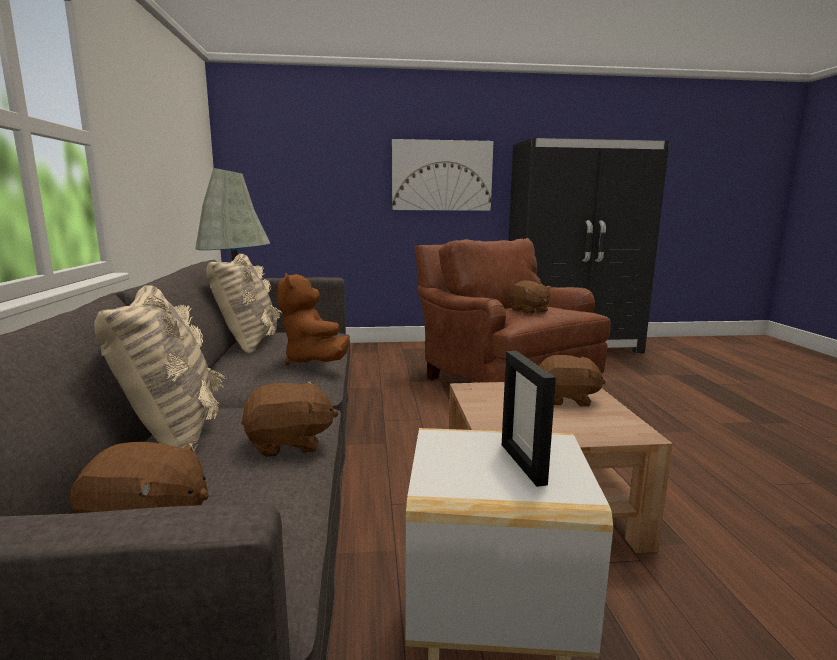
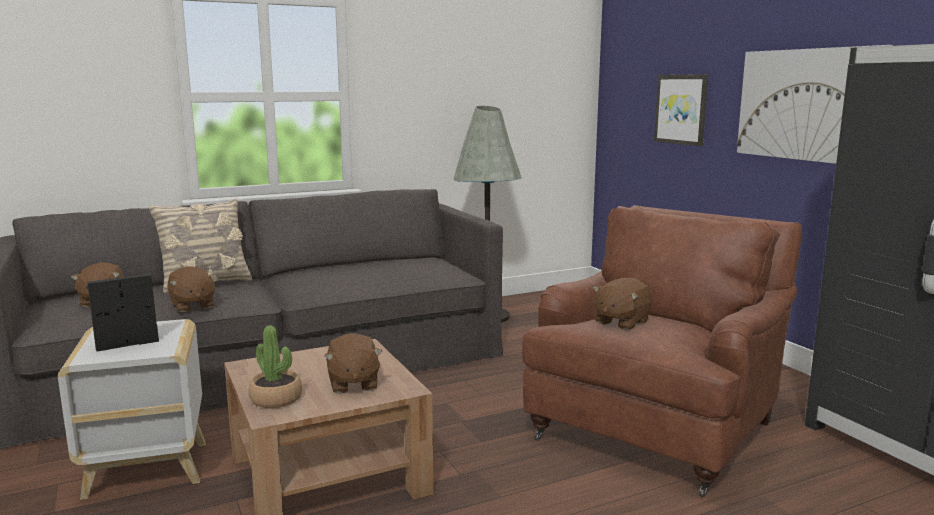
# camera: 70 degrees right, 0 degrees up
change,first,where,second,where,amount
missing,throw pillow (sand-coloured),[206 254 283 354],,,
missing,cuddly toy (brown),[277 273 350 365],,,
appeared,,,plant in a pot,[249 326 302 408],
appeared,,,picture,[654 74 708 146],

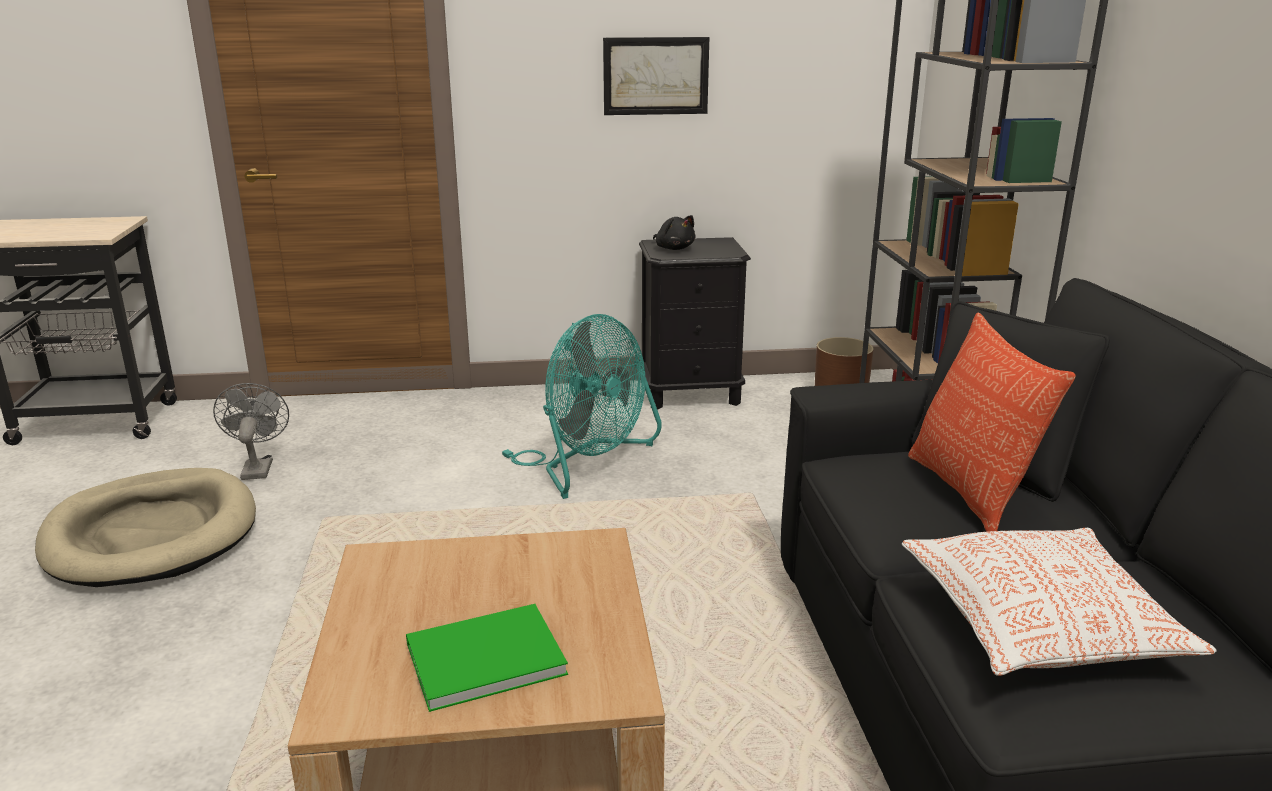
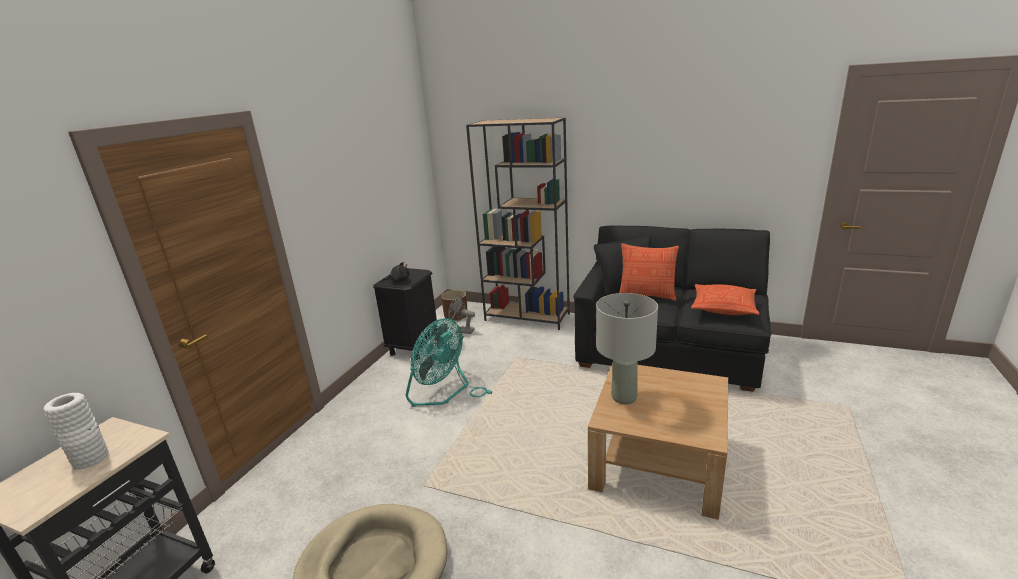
# camera: 60 degrees left, 0 degrees up
change,first,where,second,where,amount
relocated,electric fan (greyish),[213 383 289 480],,[448 296 475 334],
missing,book (green-coloured),[406 604 568 712],,,
spun,electric fan (turquoise-coloured),[502 314 662 499],,[406 318 492 407],120 degrees counterclockwise
missing,picture,[603 37 709 115],,,
colour,throw pillow (whitish),[902 528 1217 676],throw pillow (orange),[691 284 760 315],
appeared,,,vase (whitish),[43 393 109 470],
appeared,,,tabletop lamp (greyish),[596 293 658 404],

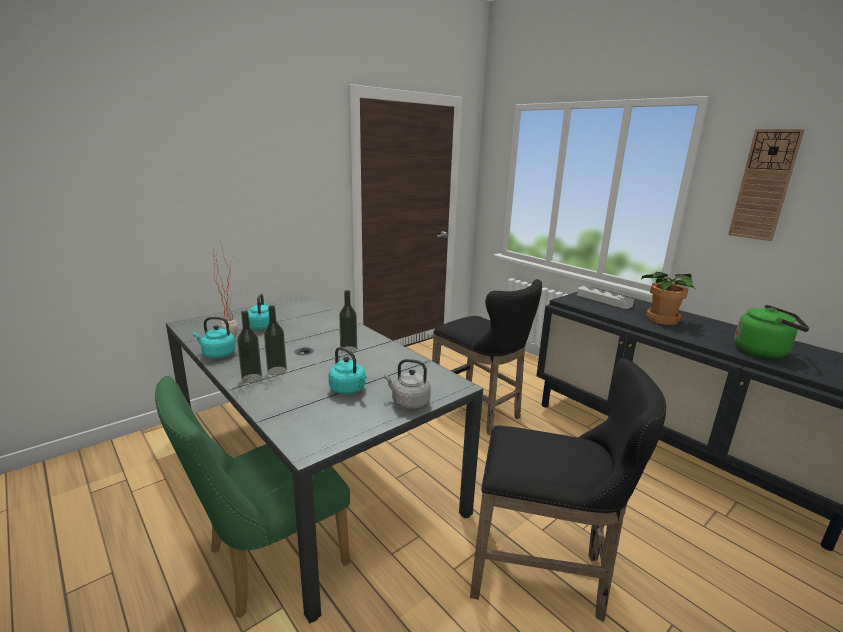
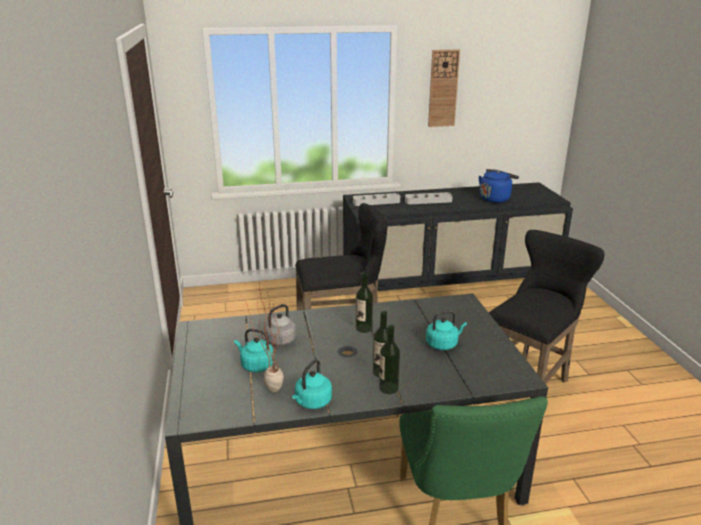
# camera: 60 degrees left, 5 degrees up
change,first,where,second,where,amount
relocated,water kettle (greyish),[384 359 431 409],,[259 304 297 346],
exchanged,plant in a pot,[641 272 695 325],tray (greyish),[405 192 453 204],
colour,water kettle (green-coloured),[734 305 809 358],water kettle (blue-coloured),[479 169 519 203],

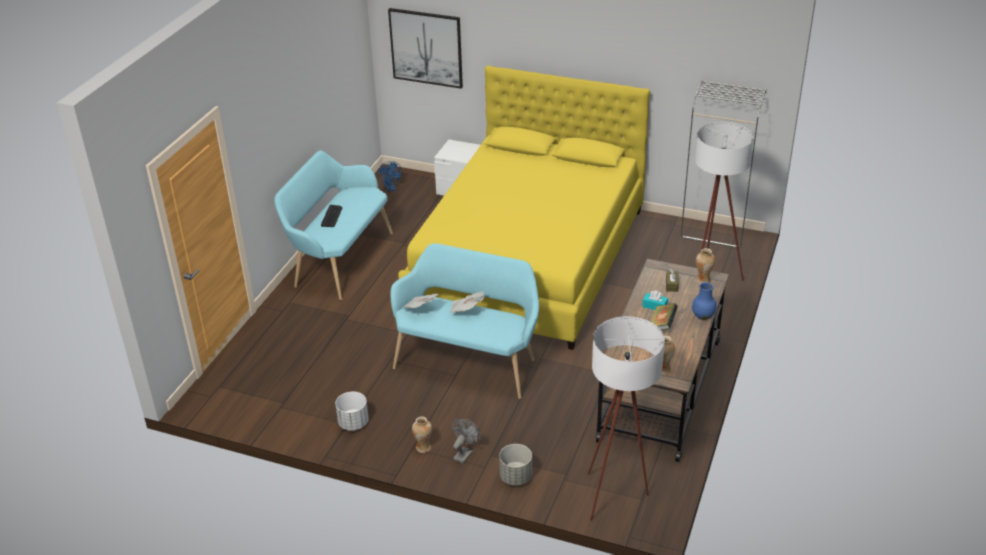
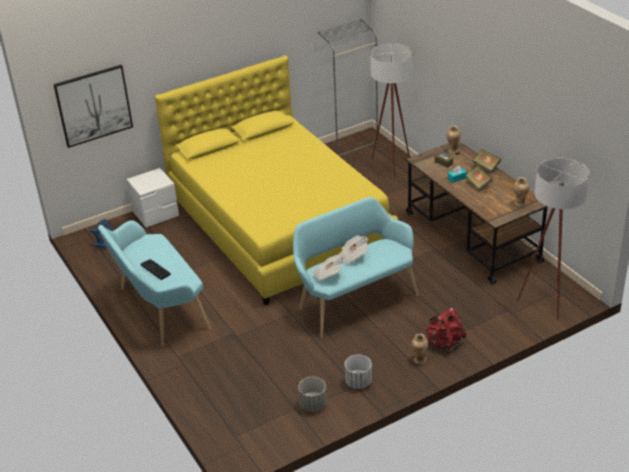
# camera: 50 degrees left, 0 degrees up
change,first,where,second,where,amount
exchanged,electric fan (greyish),[452 419 482 464],rucksack (reddish),[426 308 467 353],
relocated,plant pot (greyish),[499 444 532 486],,[298 377 327 412],
exchanged,vase (blue-coloured),[692 282 716 320],book,[473 149 501 173],

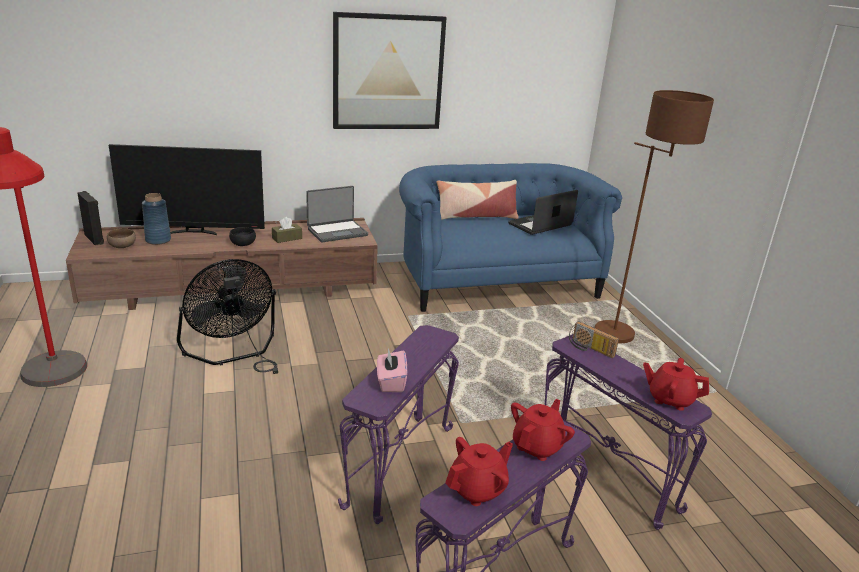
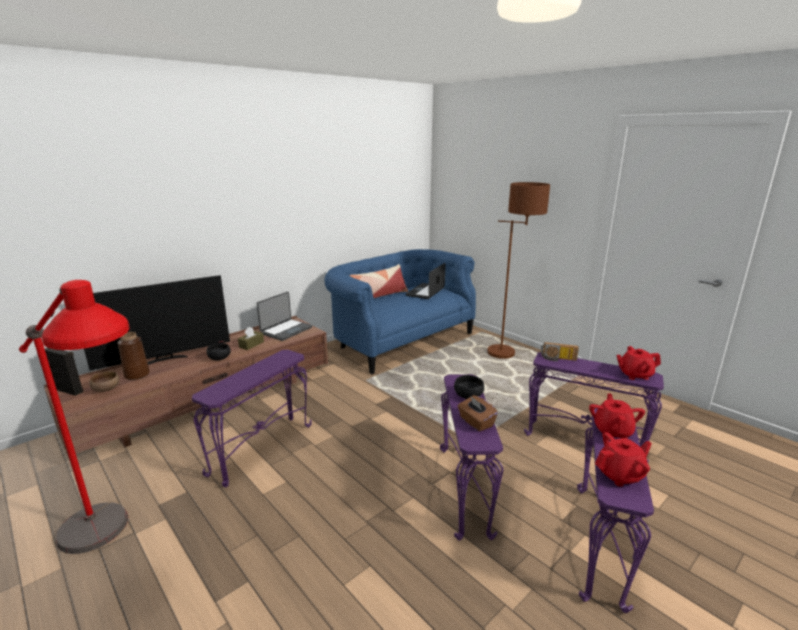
# camera: 25 degrees left, 5 degrees down
change,first,where,second,where,amount
colour,vase (blue-coloured),[142 193 171 245],vase (brown),[118 332 150 380],
exchanged,electric fan (black-coloured),[177 259 278 374],side table (purplish),[192 350 312 488],
missing,picture,[333 12 447 129],,,
colour,box of tissues (pink),[377 348 407 392],box of tissues (brown),[458 395 498 432],
spun,teapot (reddish),[445 437 513 506],,[595 432 652 487],45 degrees clockwise
appeared,,,deep dish (black-coloured),[454 375 484 399],

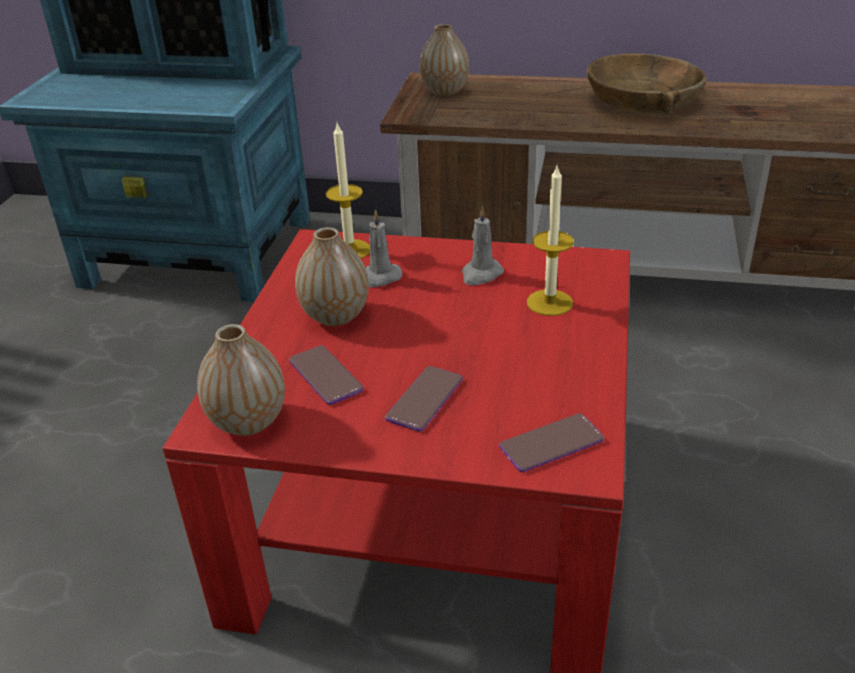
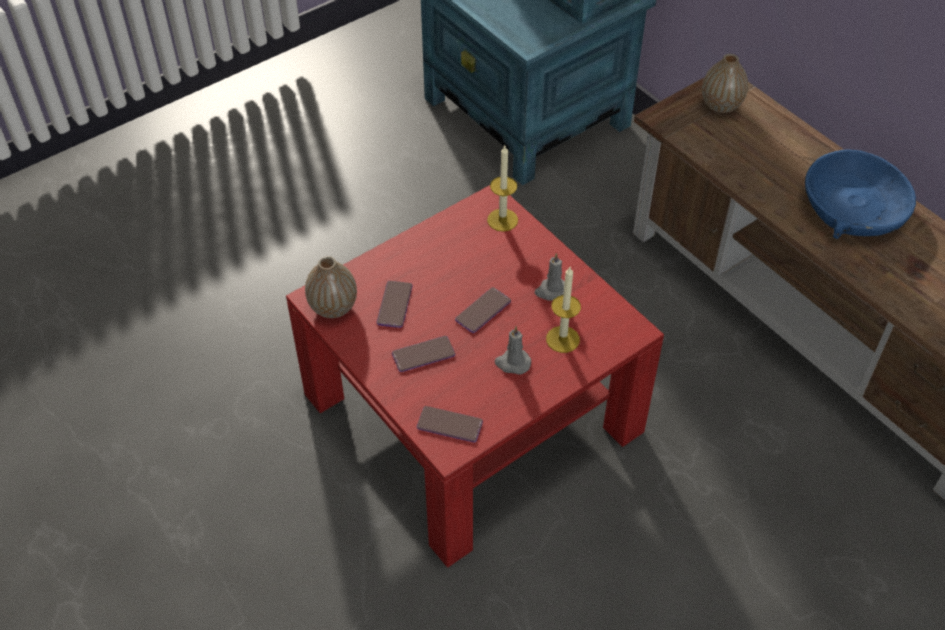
# camera: 40 degrees right, 15 degrees up
change,first,where,second,where,amount
missing,vase,[295 227 369 326],,,
relocated,wax candle (greyish),[365 209 402 288],,[495 326 531 375],
colour,deep dish (brown),[587 54 707 114],deep dish (blue-coloured),[805 150 916 239],
appeared,,,telephone,[455 287 511 333],

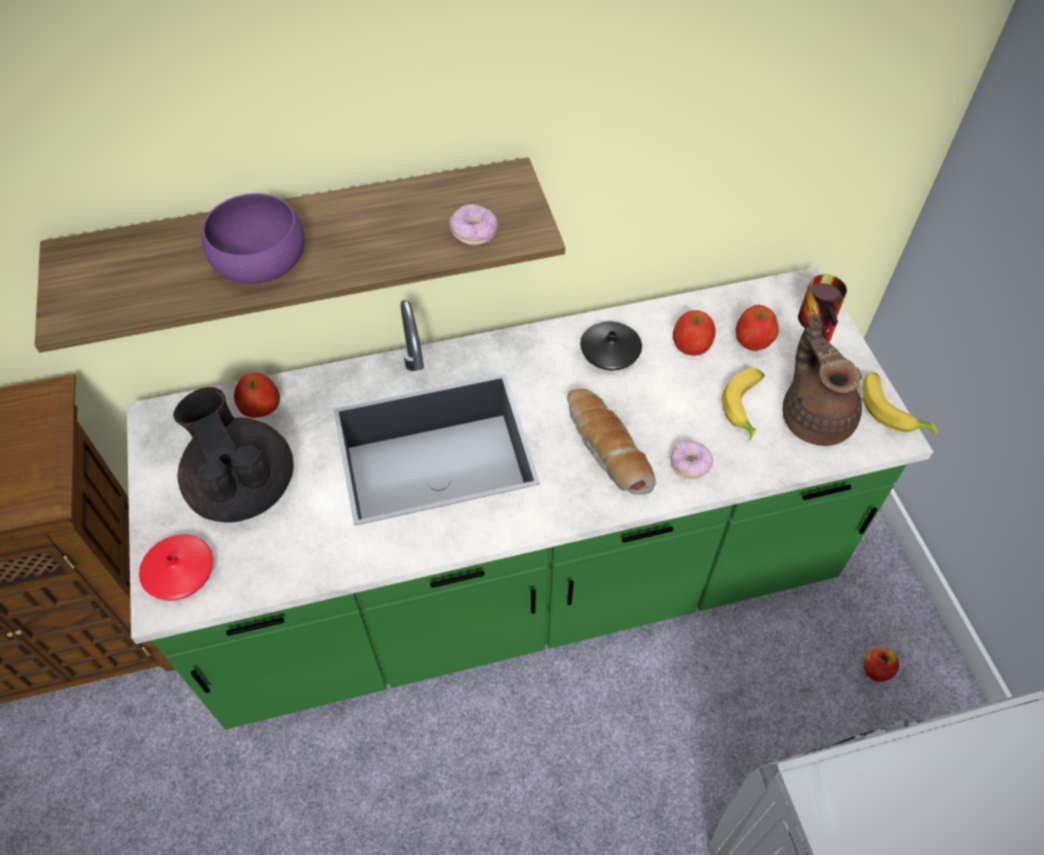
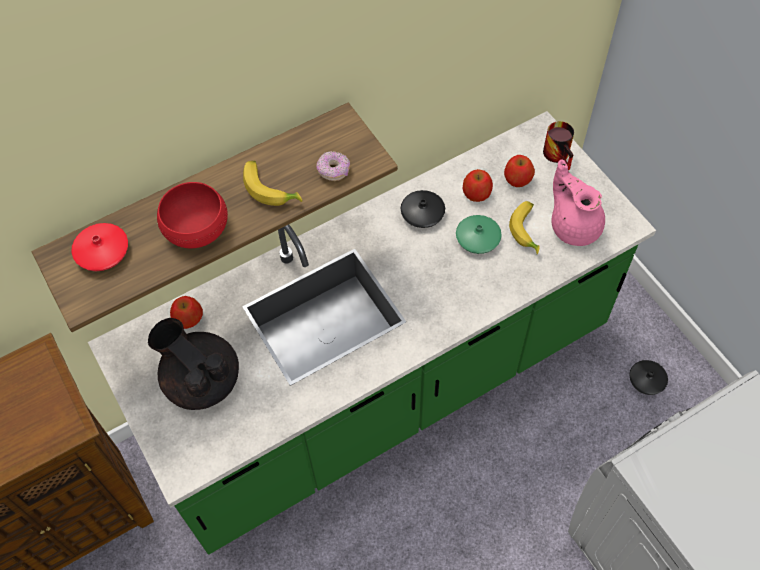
# camera: 15 degrees left, 5 degrees up
change,first,where,second,where,amount
relocated,vase (reddish),[139 534 213 601],,[71 223 128 271],
colour,deep dish (purplish),[202 193 305 284],deep dish (reddish),[157 182 228 248],
missing,bakery bread,[567 389 656 495],,,
missing,doughnut,[671 440 713 479],,,
colour,teapot (brown),[782 314 862 446],teapot (pink),[551 159 605 246],
relocated,whole banana,[862 372 938 435],,[243 161 302 206],
exchanged,apple,[864 647 899 681],vase (black-coloured),[629 360 668 395],
appeared,,,vase (green-coloured),[456 215 502 254],

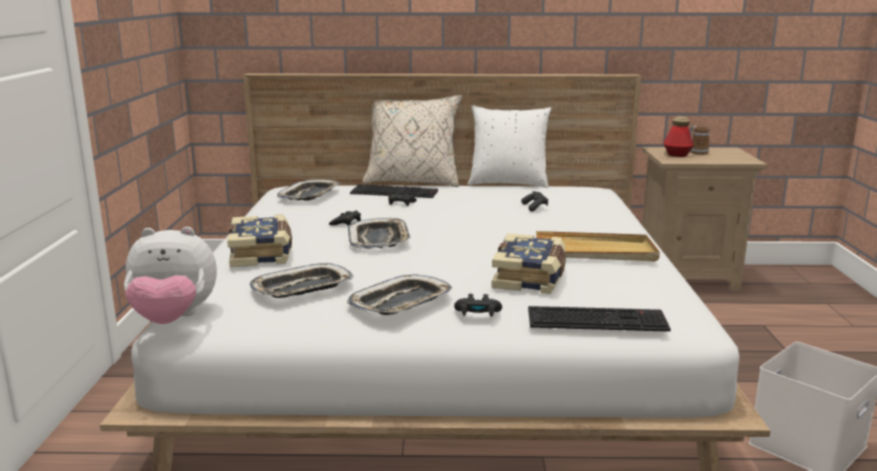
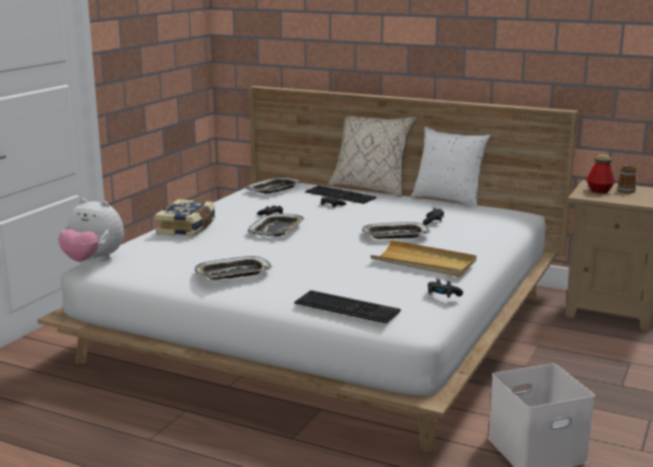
# camera: 25 degrees right, 0 degrees up
change,first,where,second,where,amount
relocated,tray,[250 263 354 298],,[362 222 430 239],
relocated,game controller (black-coloured),[454 294 502 317],,[428 279 463 298],
missing,book,[491 233 566 294],,,

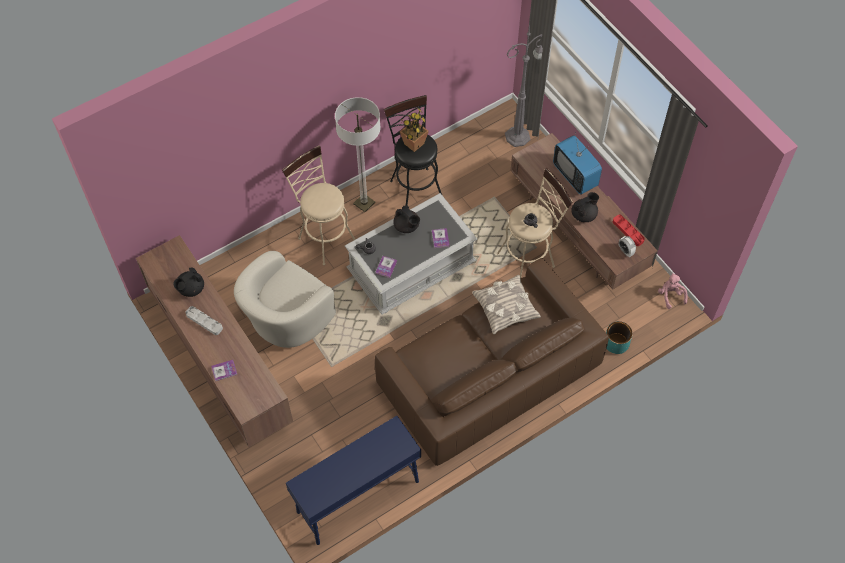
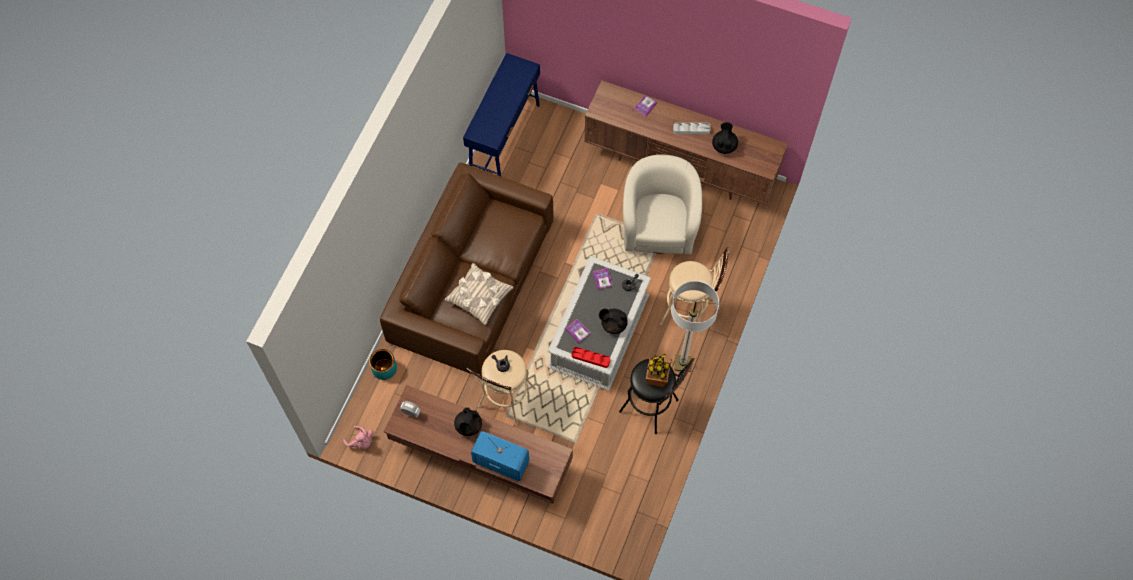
# camera: 145 degrees right, 5 degrees up
change,first,where,second,where,amount
missing,floor lamp (greyish),[505 24 543 147],,,
relocated,tray (reddish),[613 214 645 246],,[572 347 610 368],

